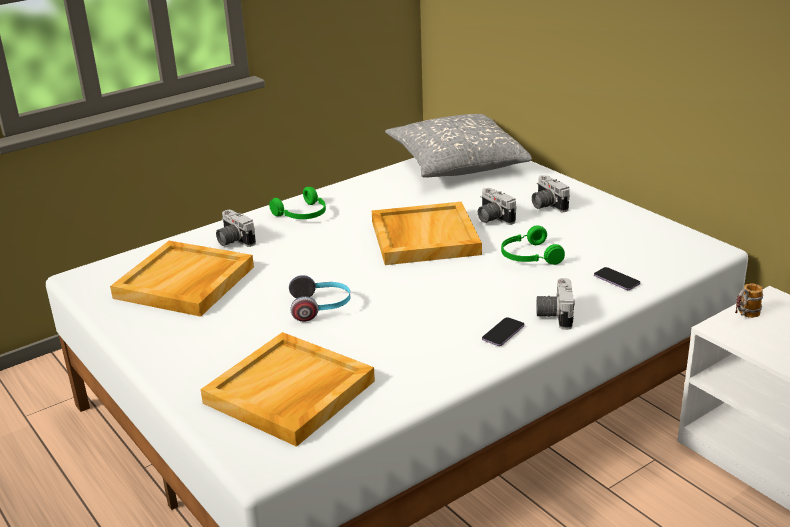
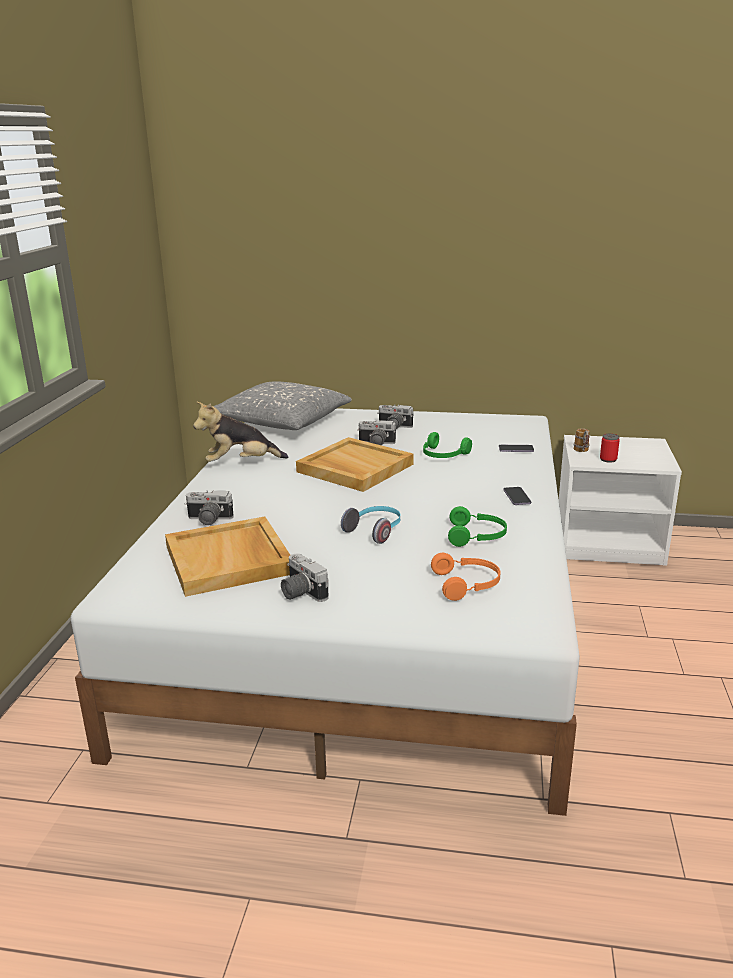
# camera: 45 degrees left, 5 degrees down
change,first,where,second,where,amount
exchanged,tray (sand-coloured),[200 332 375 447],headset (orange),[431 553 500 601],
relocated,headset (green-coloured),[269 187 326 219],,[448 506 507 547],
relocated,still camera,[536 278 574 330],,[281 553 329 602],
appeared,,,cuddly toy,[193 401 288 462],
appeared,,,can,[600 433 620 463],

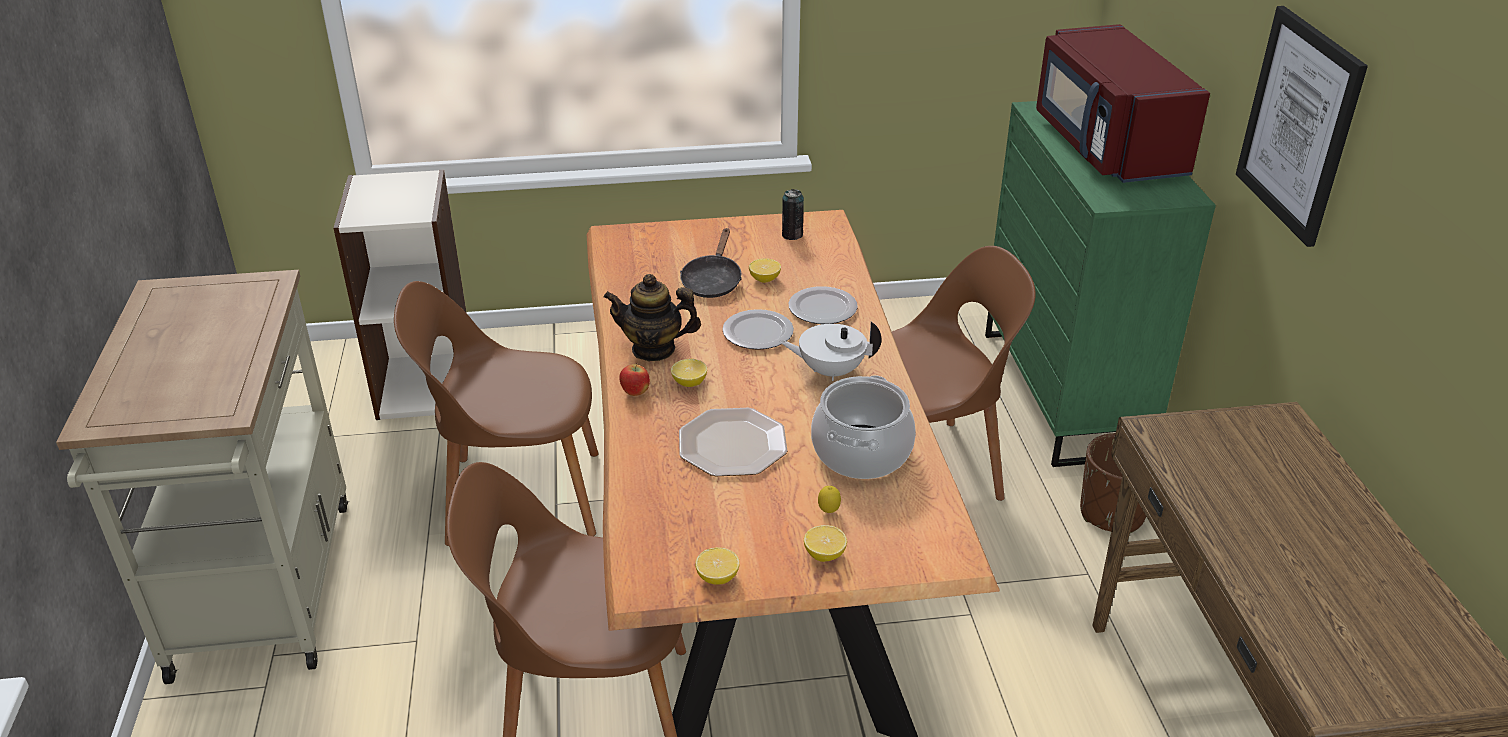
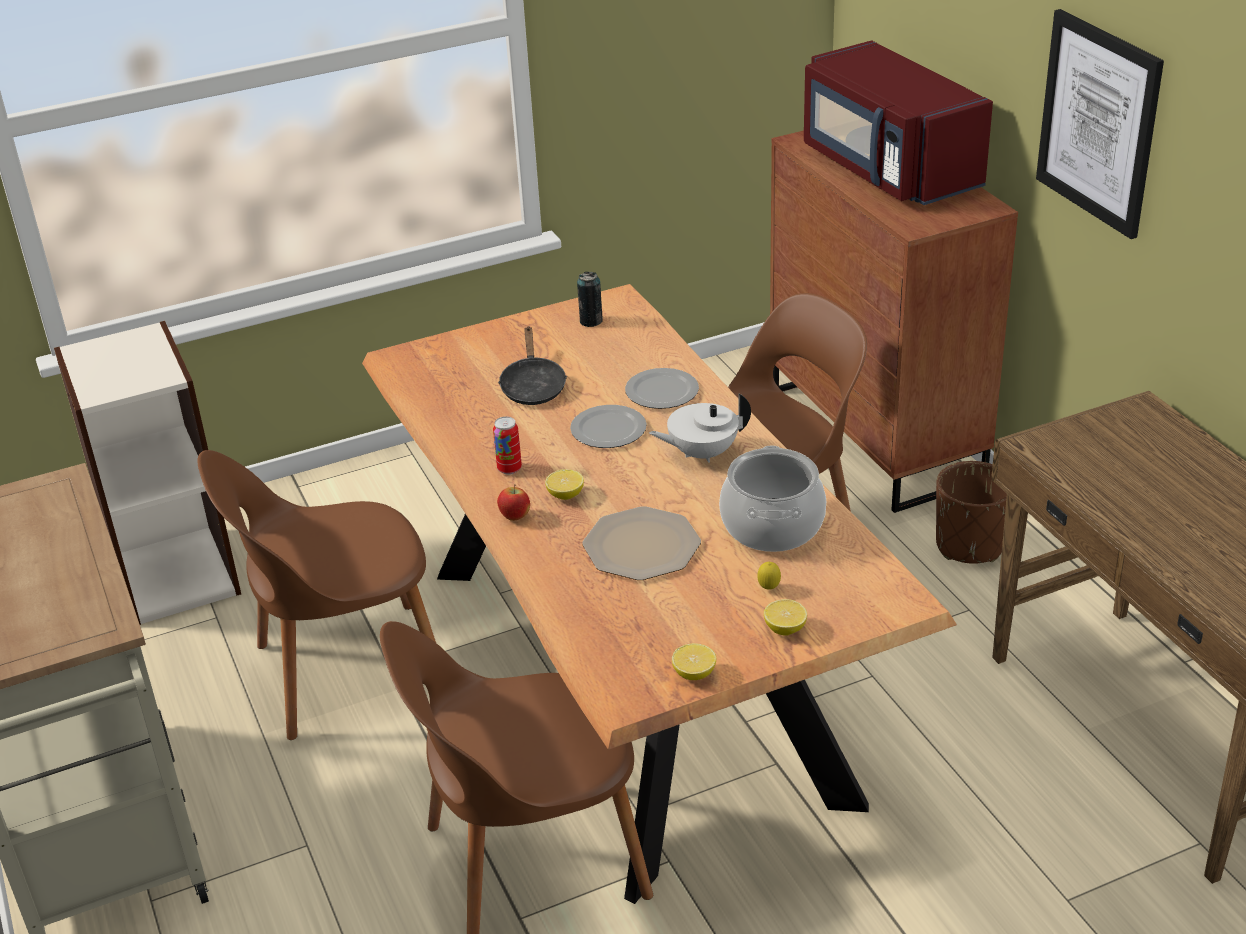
# camera: 15 degrees left, 0 degrees up
change,first,where,second,where,amount
exchanged,teapot,[603 274 701 361],can,[493 416 522 475],
missing,whole lemon,[749 258 781 283],,,
colour,chest of drawers (green-coloured),[985 101 1216 467],chest of drawers (brown),[770 131 1018 513],

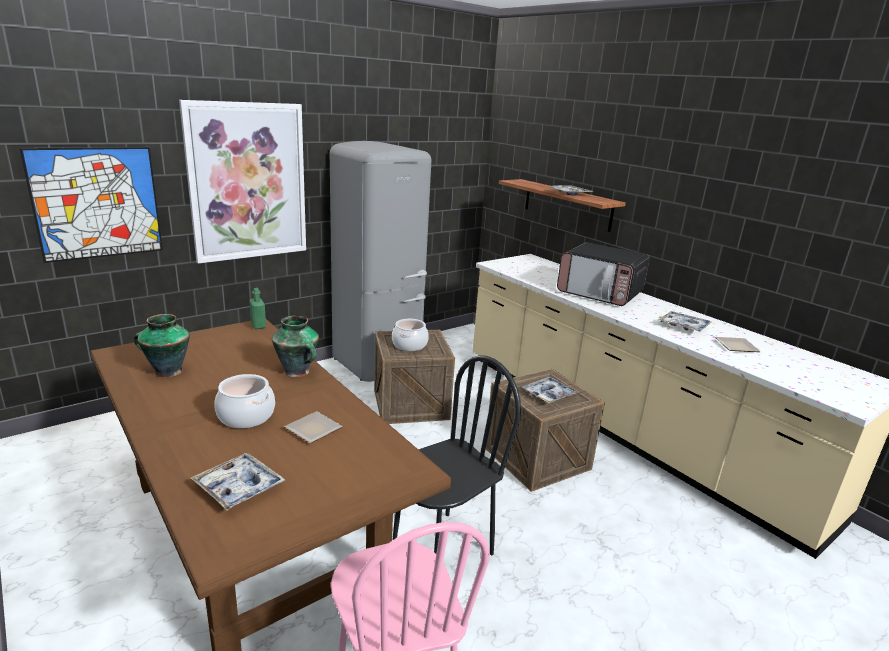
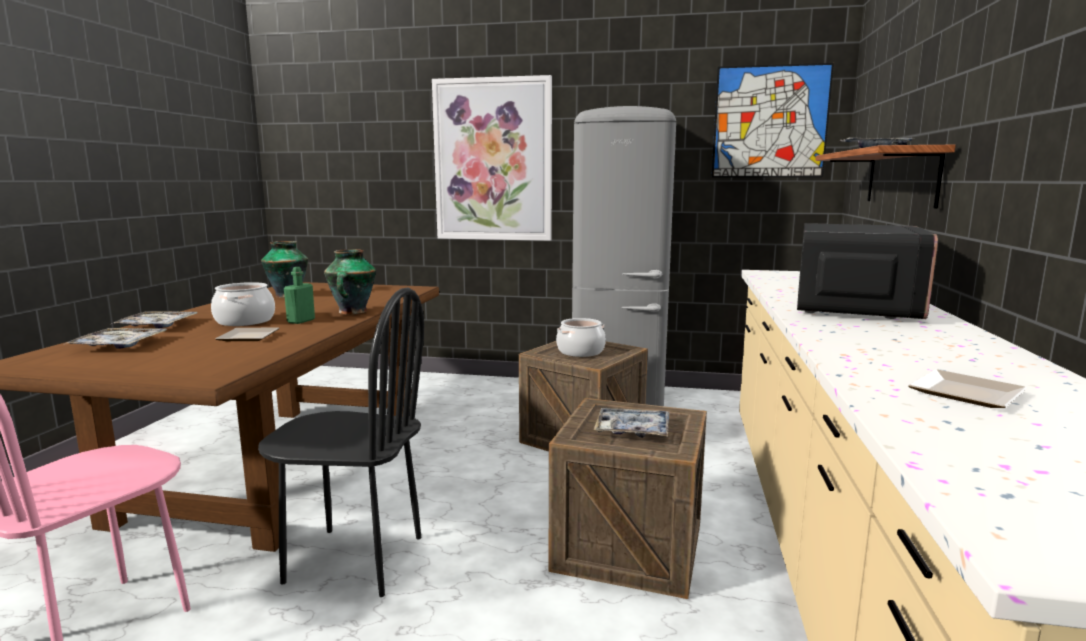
# camera: 50 degrees right, 10 degrees down
change,first,where,second,where,amount
relocated,picture,[20 147 163 263],,[712 63 834 178],
relocated,bottle (green-coloured),[249 288 266 329],,[284 267 315 324],
spun,microwave,[557 242 649 306],,[797 223 938 319],150 degrees counterclockwise
relocated,tray,[658 311 712 332],,[112 311 198 328],

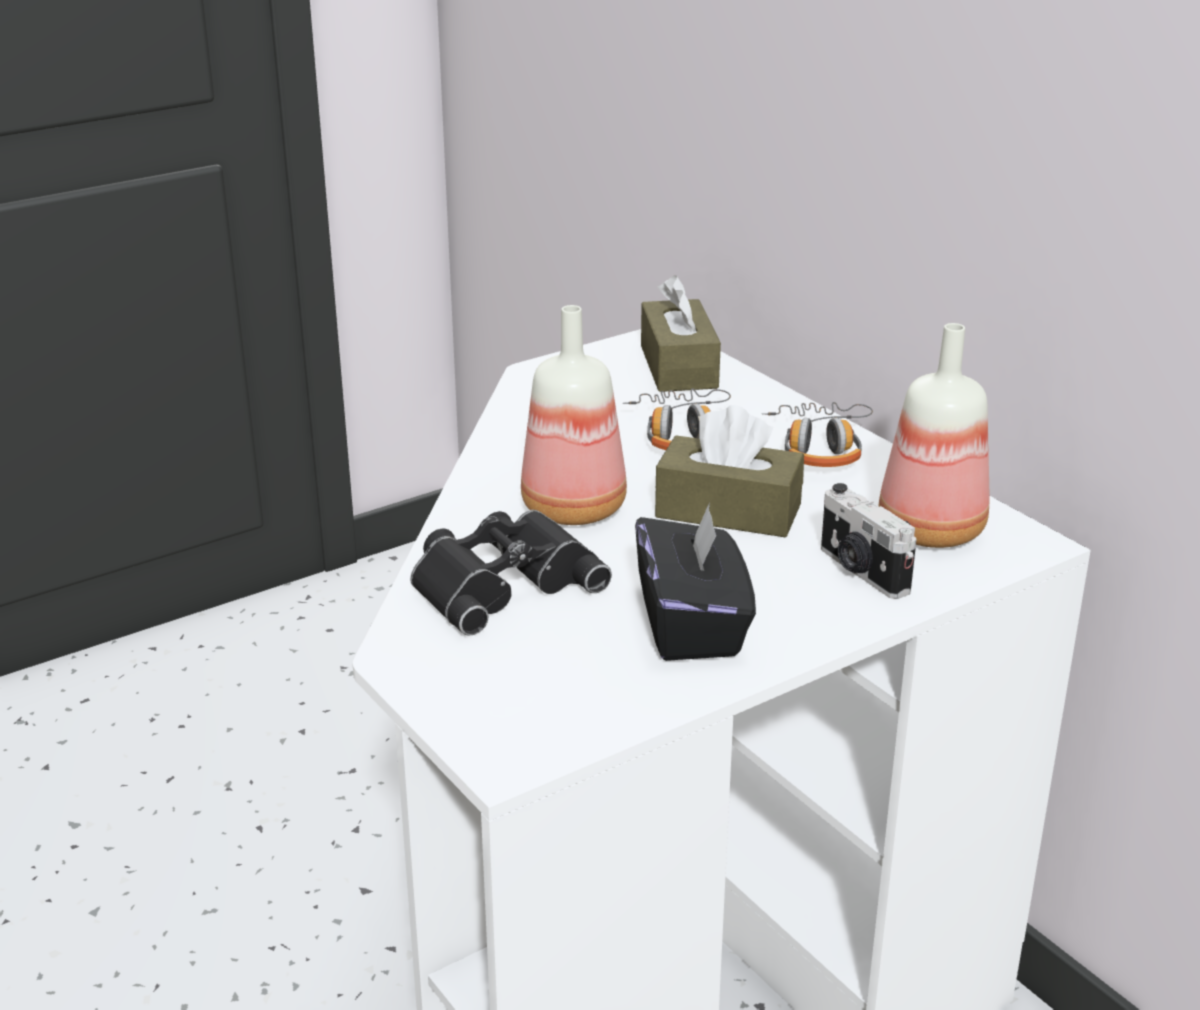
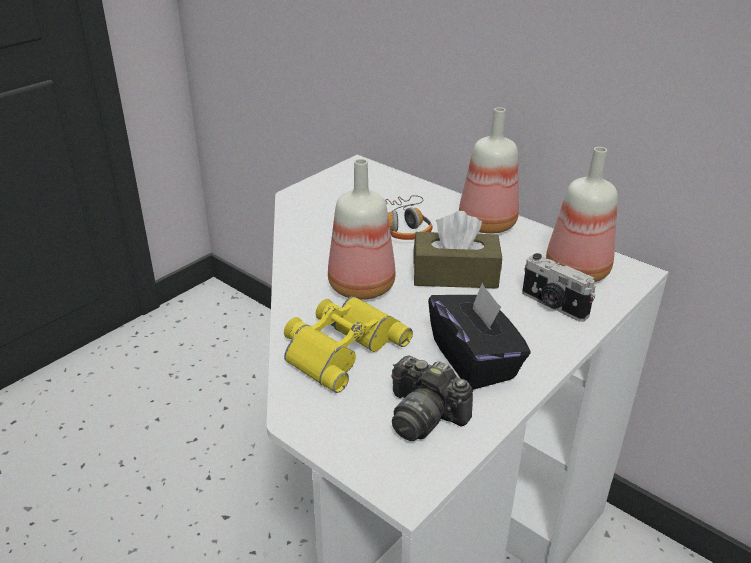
# camera: 15 degrees left, 5 degrees up
change,first,where,second,where,amount
colour,pair of binoculars (black-coloured),[410 510 612 636],pair of binoculars (yellow-coloured),[284 296 413 393],
missing,box of tissues (brown),[641 275 721 392],,,
exchanged,headset,[762 402 873 467],bottle,[459 107 519 234],
appeared,,,still camera,[392 356 473 441],

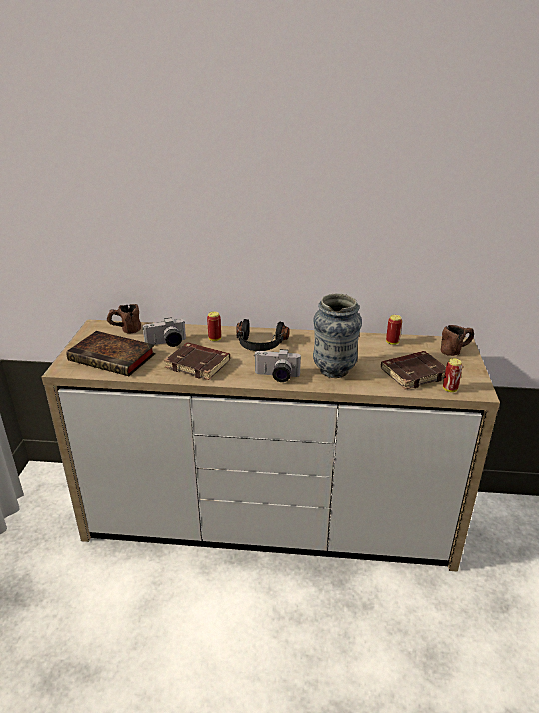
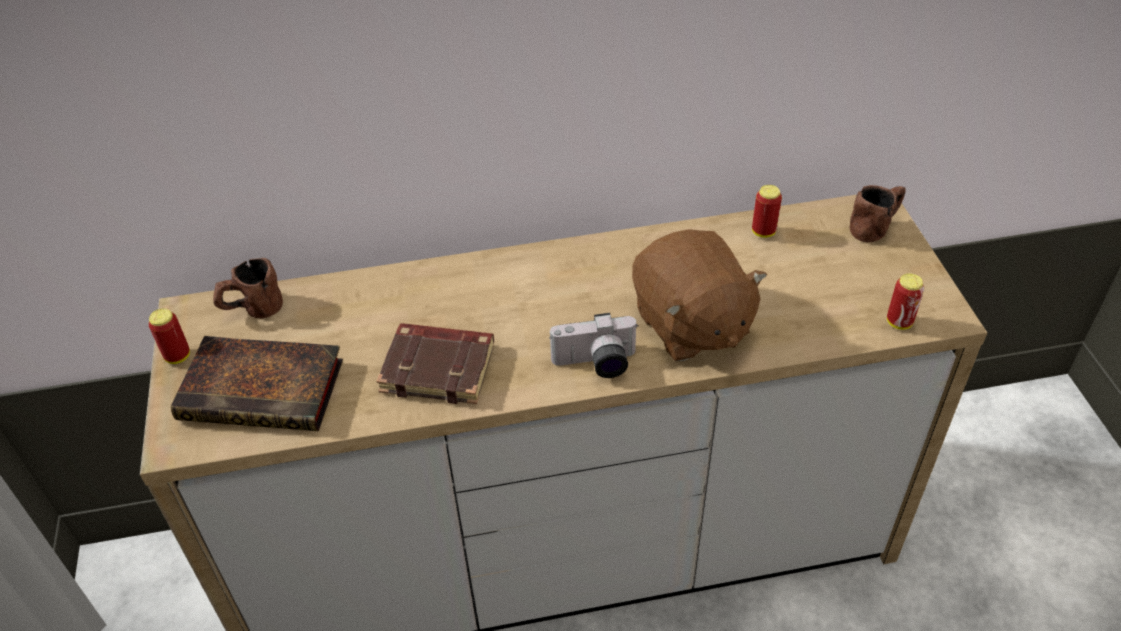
# camera: 15 degrees left, 15 degrees up
change,first,where,second,where,amount
missing,still camera,[142 317 186 347],,,
relocated,can,[207 311 221 341],,[149 308 190 364],
missing,headset (black-coloured),[236 319 290 351],,,
exchanged,vase,[313 293 362 378],cuddly toy (brown),[632 229 767 361],
missing,book (brown),[381 351 446 390],,,

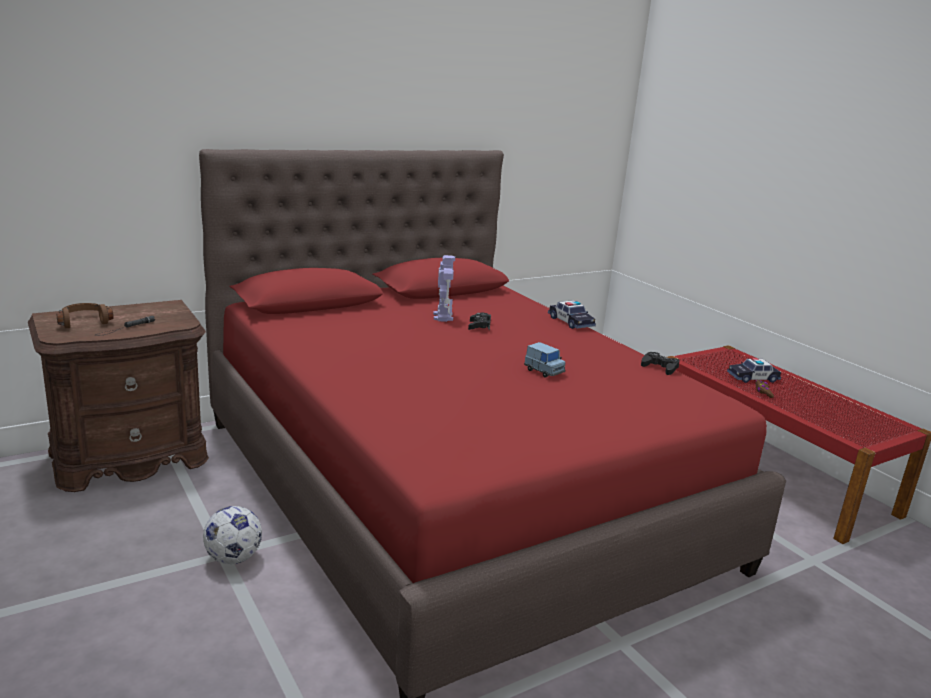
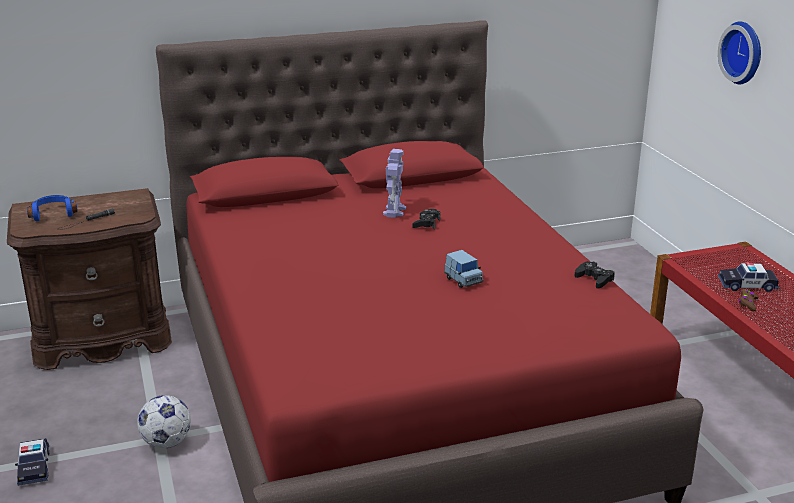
# camera: 15 degrees right, 5 degrees up
change,first,where,second,where,amount
colour,headset (brown),[56 303 114 328],headset (blue-coloured),[27 195 78 221],
relocated,model car,[548 300 596 329],,[15 438 49 486],
appeared,,,hanging clock,[718 21 761 84],

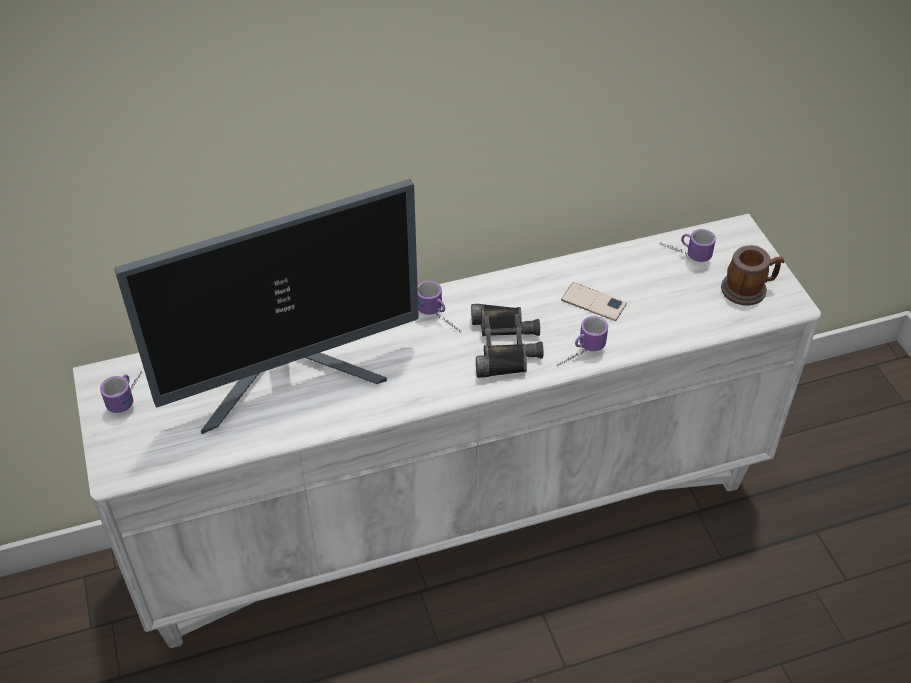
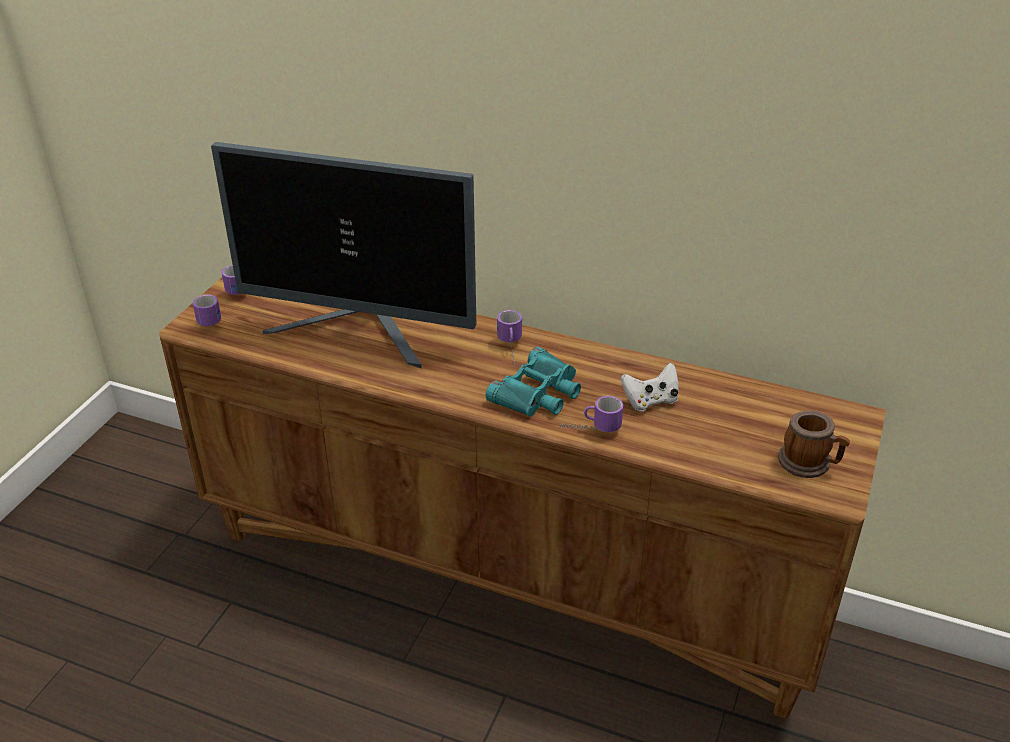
# camera: 40 degrees right, 10 degrees down
change,first,where,second,where,amount
colour,chest of drawers (whitish),[73 214 821 648],chest of drawers (brown),[159 277 886 718],
colour,pair of binoculars (black-coloured),[471 304 543 378],pair of binoculars (turquoise-coloured),[485 346 581 417],
exchanged,telephone,[561 282 627 321],game controller (whitish),[620 363 679 412],
relocated,mug,[660 229 716 262],,[193 295 221 326],

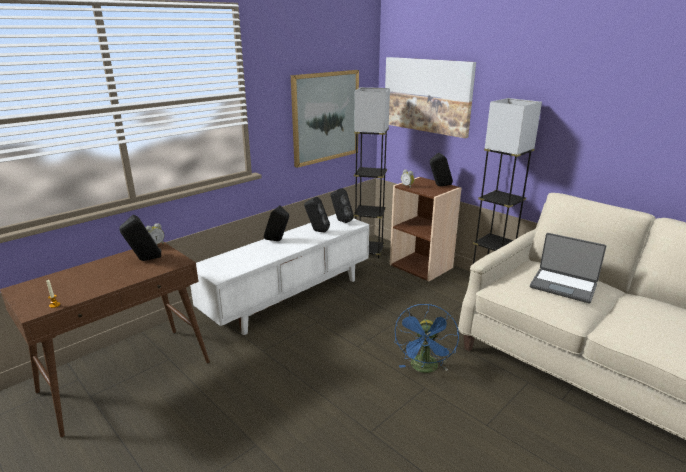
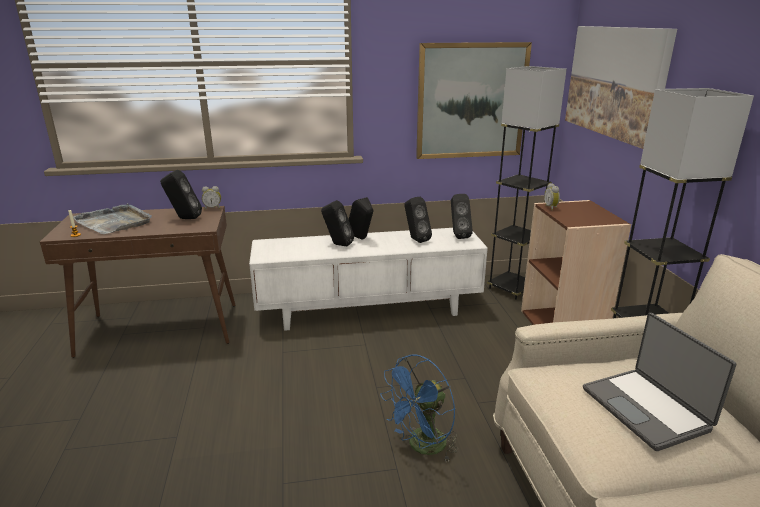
# camera: 35 degrees right, 0 degrees up
change,first,where,second,where,amount
relocated,loudspeaker (black-coloured),[430 152 453 186],,[321 200 354 246],
appeared,,,tray (greyish),[73 203 152 234],

